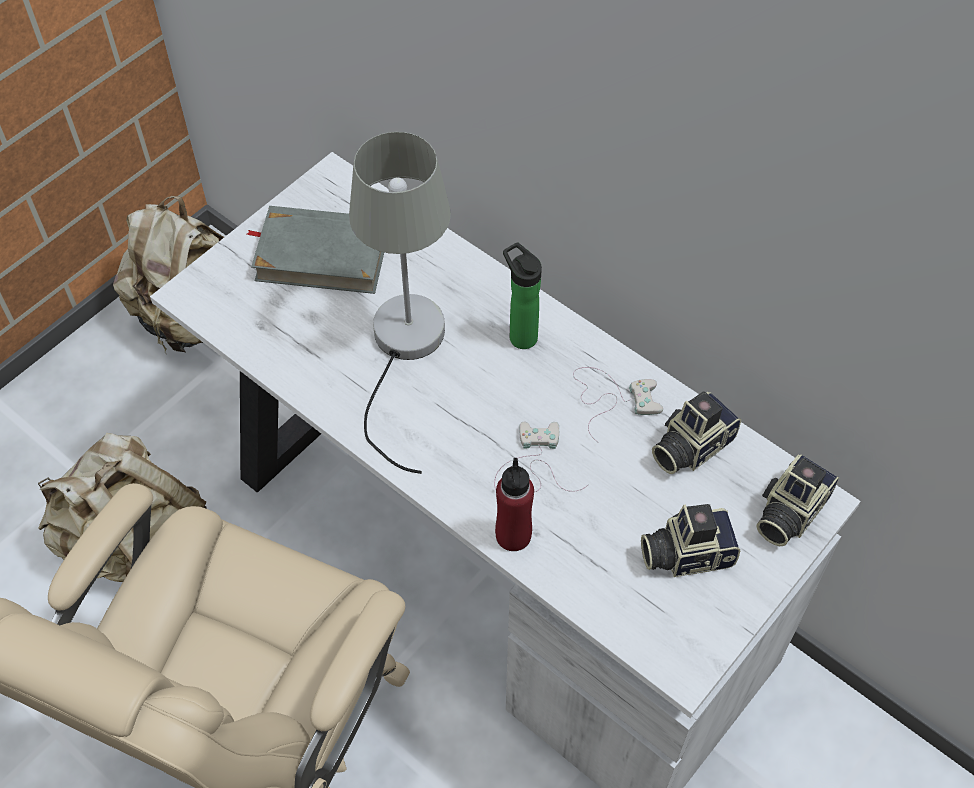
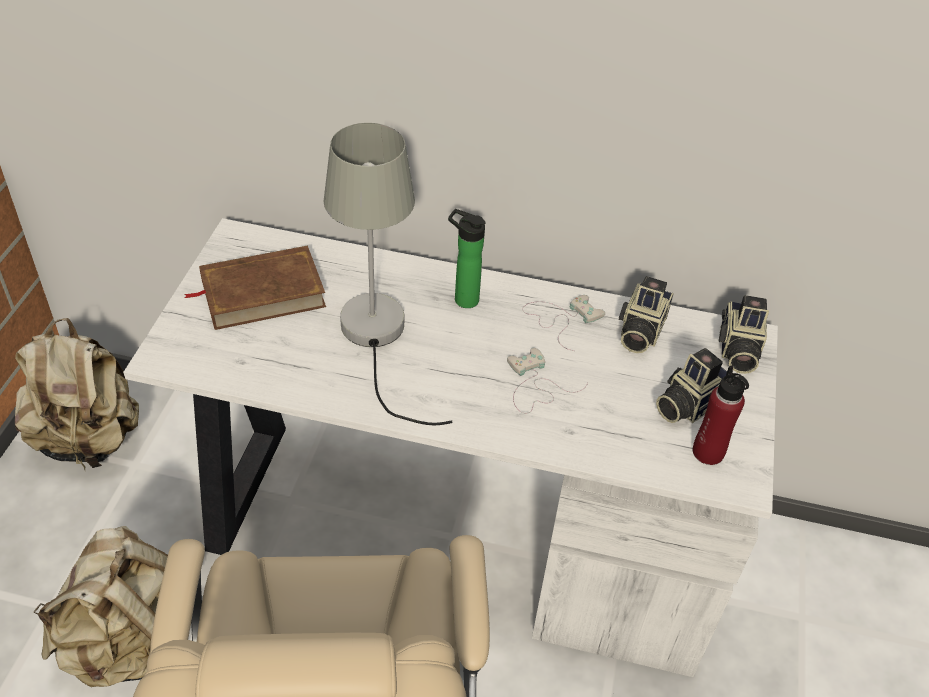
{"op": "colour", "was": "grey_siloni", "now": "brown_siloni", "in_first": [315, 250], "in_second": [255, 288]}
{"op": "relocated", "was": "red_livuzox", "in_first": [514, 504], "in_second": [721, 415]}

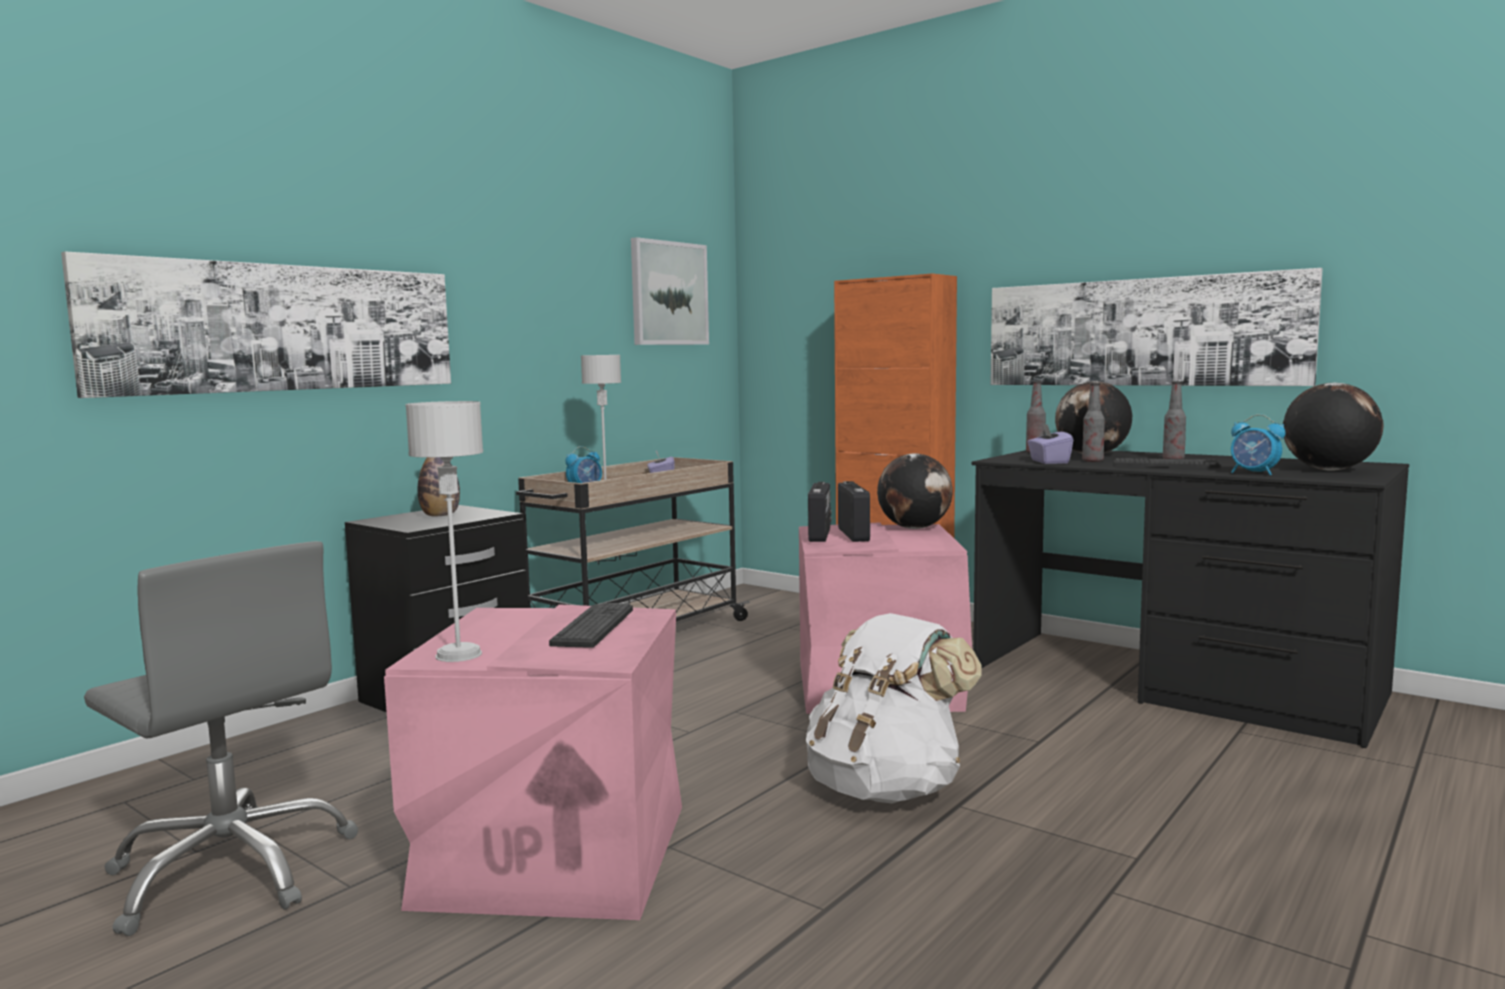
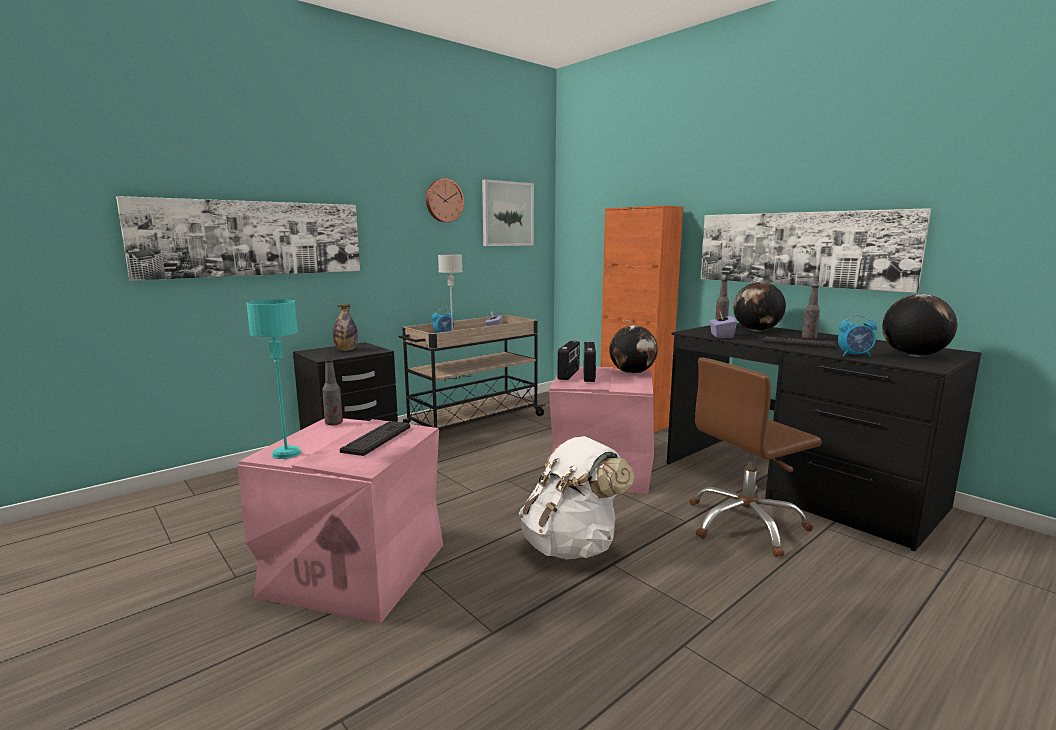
{"op": "colour", "was": "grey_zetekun", "now": "turquoise_zetekun", "in_first": [444, 531], "in_second": [273, 379]}
{"op": "relocated", "was": "livuzox", "in_first": [1093, 422], "in_second": [332, 392]}
{"op": "appeared", "now": "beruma", "in_second": [445, 200]}
{"op": "appeared", "now": "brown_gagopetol", "in_second": [755, 457]}
{"op": "spun", "was": "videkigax", "in_first": [1258, 444], "in_second": [857, 336], "clockwise": -45}
{"op": "missing", "was": "grey_gagopetol", "in_first": [221, 738]}

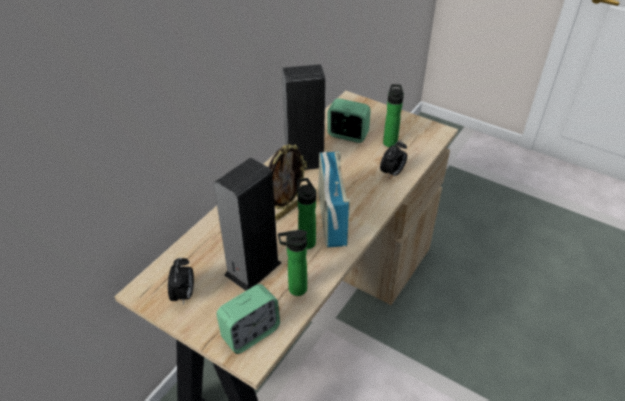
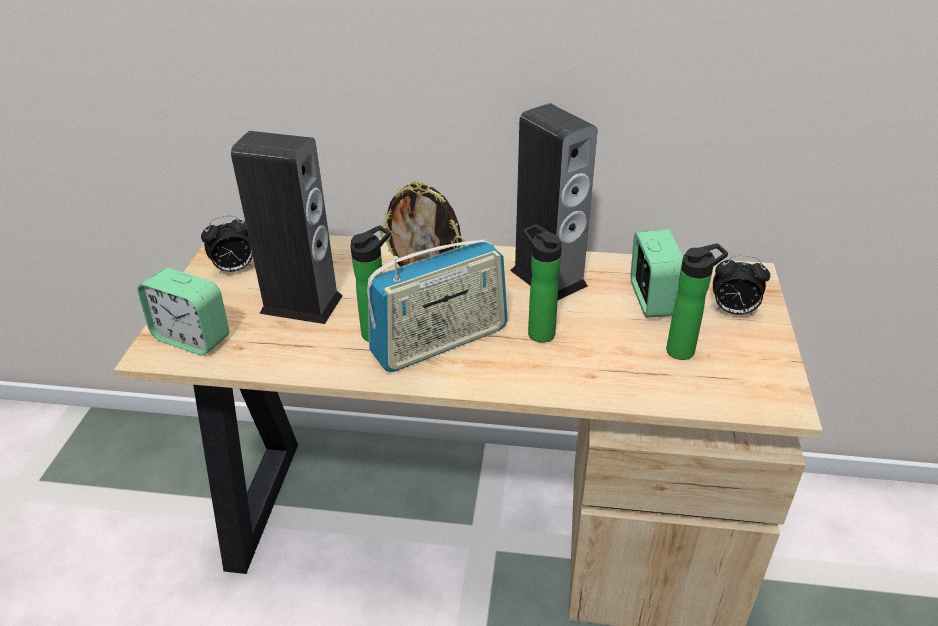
{"op": "relocated", "was": "livuzox", "in_first": [292, 263], "in_second": [542, 283]}
{"op": "relocated", "was": "videkigax", "in_first": [393, 159], "in_second": [741, 285]}

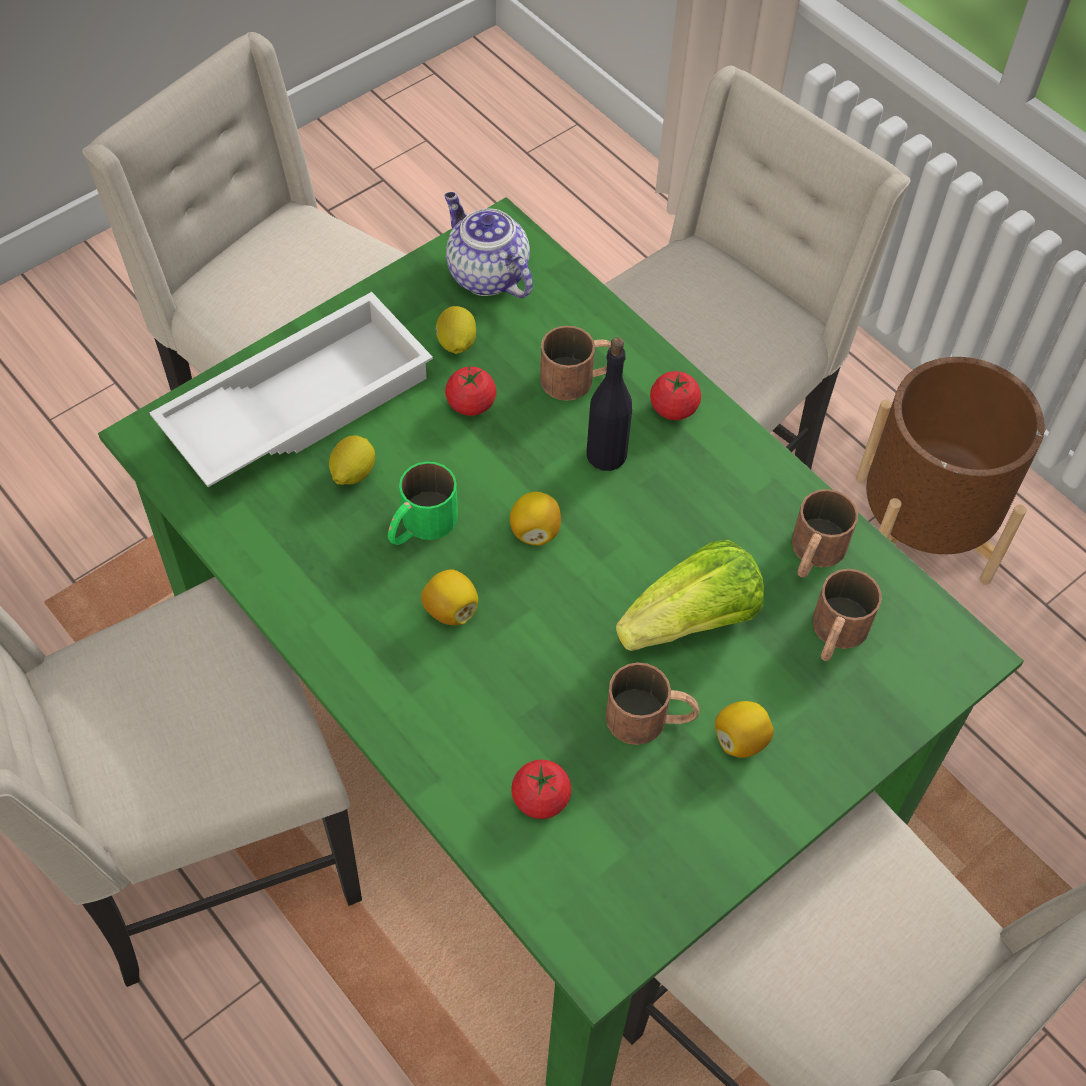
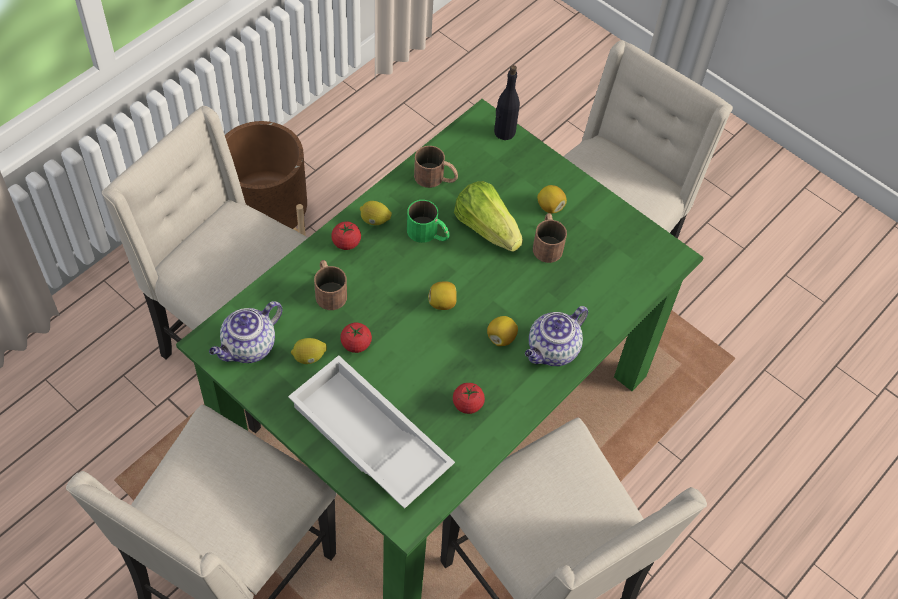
{"op": "relocated", "was": "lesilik", "in_first": [352, 460], "in_second": [376, 213]}
{"op": "relocated", "was": "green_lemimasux", "in_first": [423, 503], "in_second": [428, 221]}
{"op": "relocated", "was": "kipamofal", "in_first": [541, 789], "in_second": [469, 398]}
{"op": "relocated", "was": "black_livuzox", "in_first": [609, 404], "in_second": [507, 102]}
{"op": "appeared", "now": "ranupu", "in_second": [556, 336]}
{"op": "missing", "was": "brown_lemimasux", "in_first": [847, 615]}

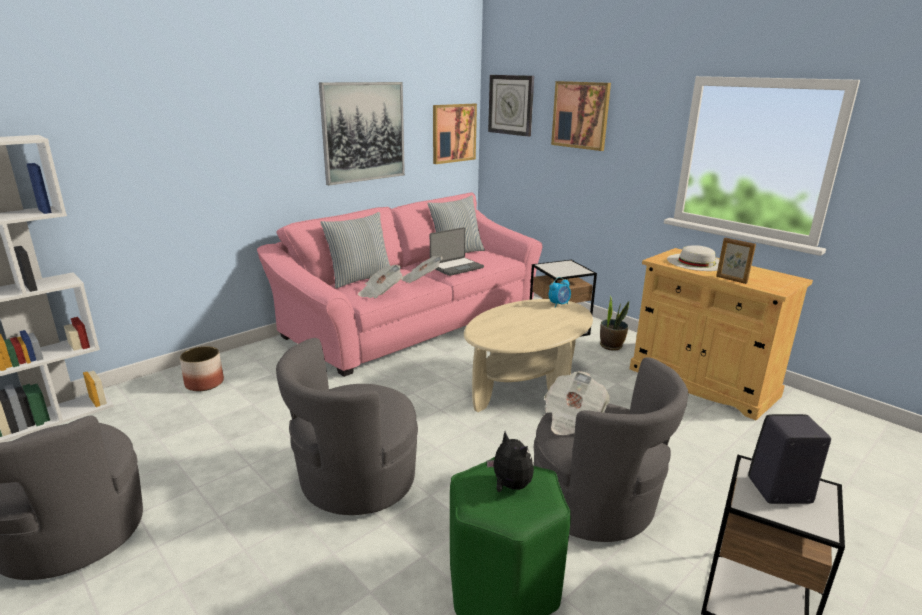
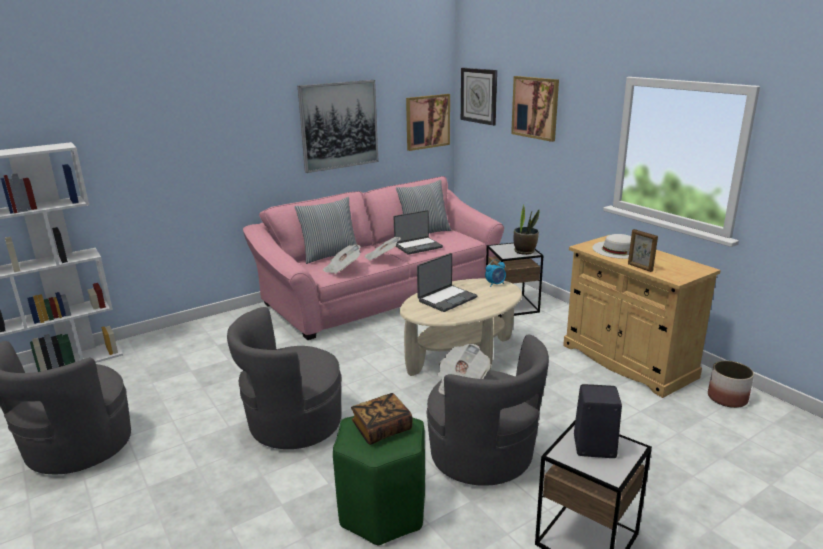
{"op": "exchanged", "was": "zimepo", "now": "siloni", "in_first": [510, 462], "in_second": [382, 419]}
{"op": "appeared", "now": "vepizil", "in_second": [447, 282]}
{"op": "relocated", "was": "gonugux", "in_first": [614, 323], "in_second": [527, 229]}
{"op": "relocated", "was": "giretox", "in_first": [202, 368], "in_second": [731, 384]}

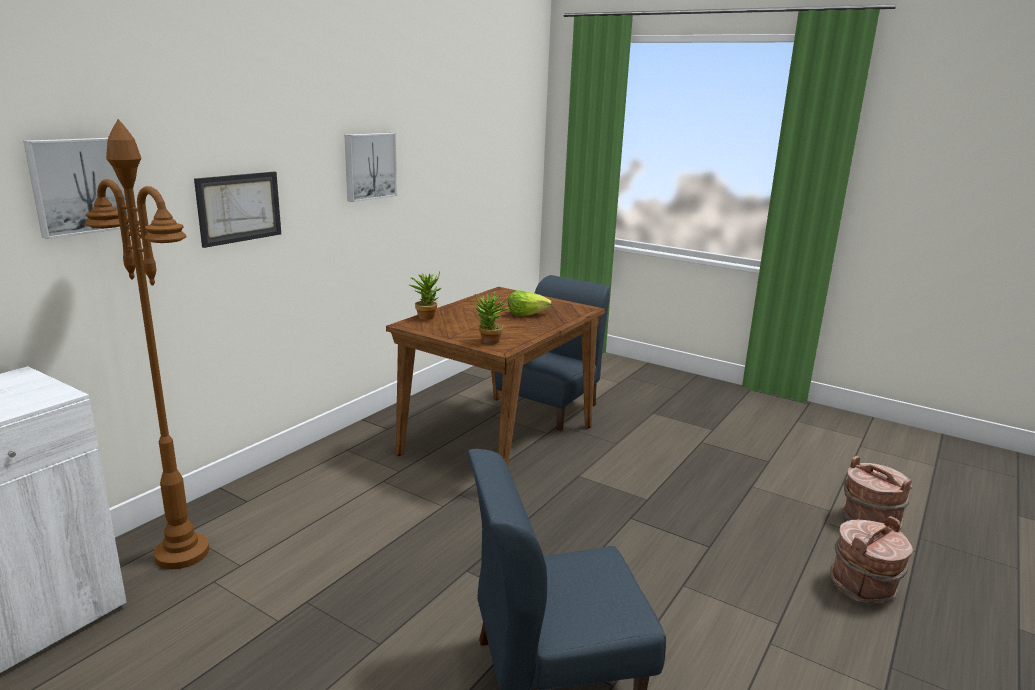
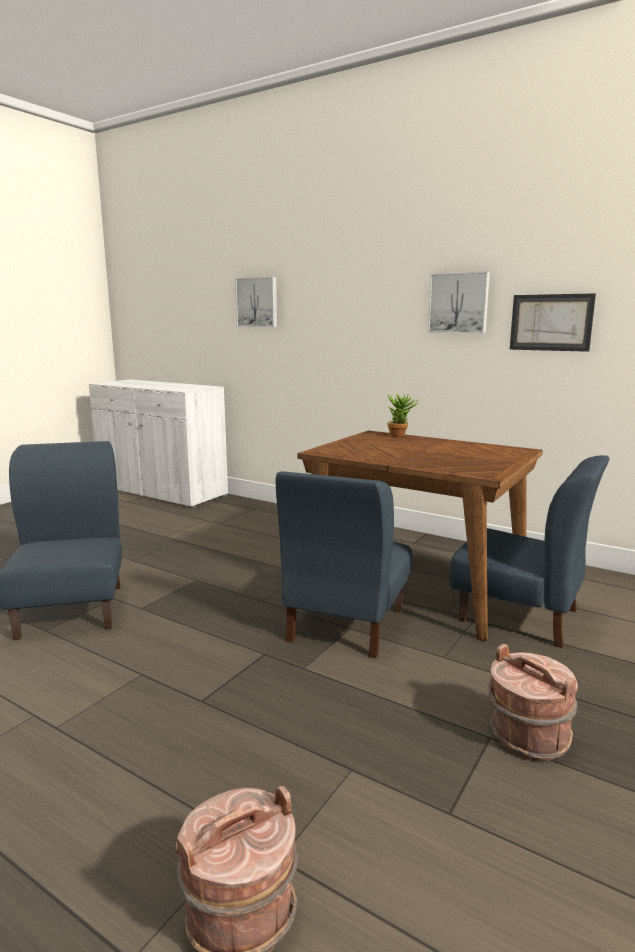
{"op": "appeared", "now": "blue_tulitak", "in_second": [344, 565]}
{"op": "relocated", "was": "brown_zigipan", "in_first": [871, 560], "in_second": [533, 702]}
{"op": "relocated", "was": "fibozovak", "in_first": [237, 209], "in_second": [553, 322]}
{"op": "missing", "was": "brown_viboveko", "in_first": [147, 344]}
{"op": "missing", "was": "gonugux", "in_first": [492, 318]}
{"op": "missing", "was": "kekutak", "in_first": [530, 303]}

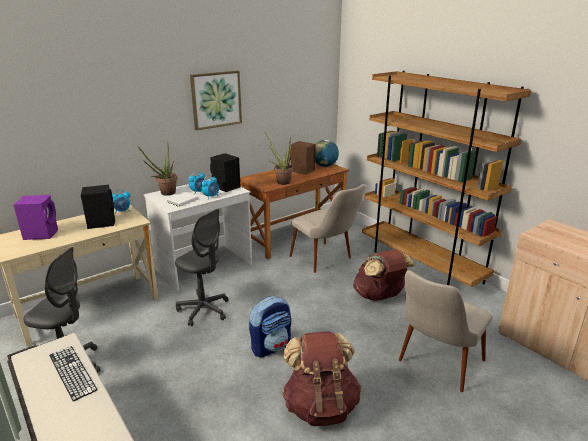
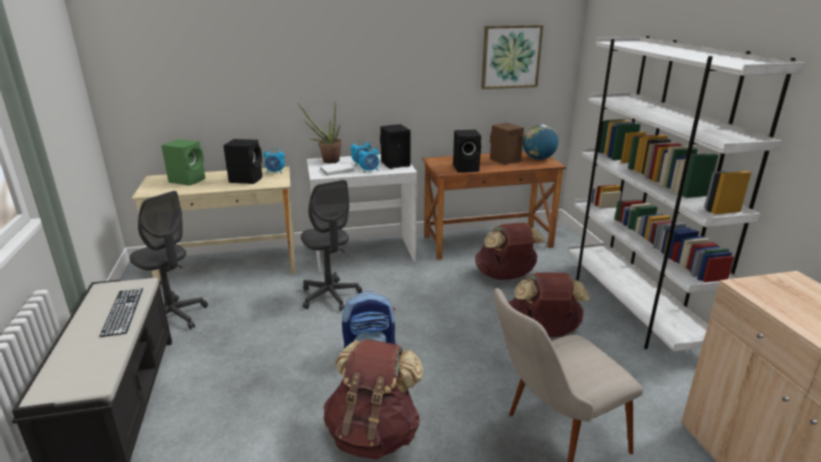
{"op": "colour", "was": "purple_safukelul", "now": "green_safukelul", "in_first": [36, 217], "in_second": [183, 162]}
{"op": "exchanged", "was": "gonugux", "now": "black_safukelul", "in_first": [278, 158], "in_second": [467, 151]}
{"op": "exchanged", "was": "beige_tulitak", "now": "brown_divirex", "in_first": [327, 228], "in_second": [510, 251]}
{"op": "relocated", "was": "fibozovak", "in_first": [216, 100], "in_second": [512, 57]}
{"op": "colour", "was": "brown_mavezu", "now": "white_mavezu", "in_first": [446, 179], "in_second": [686, 194]}

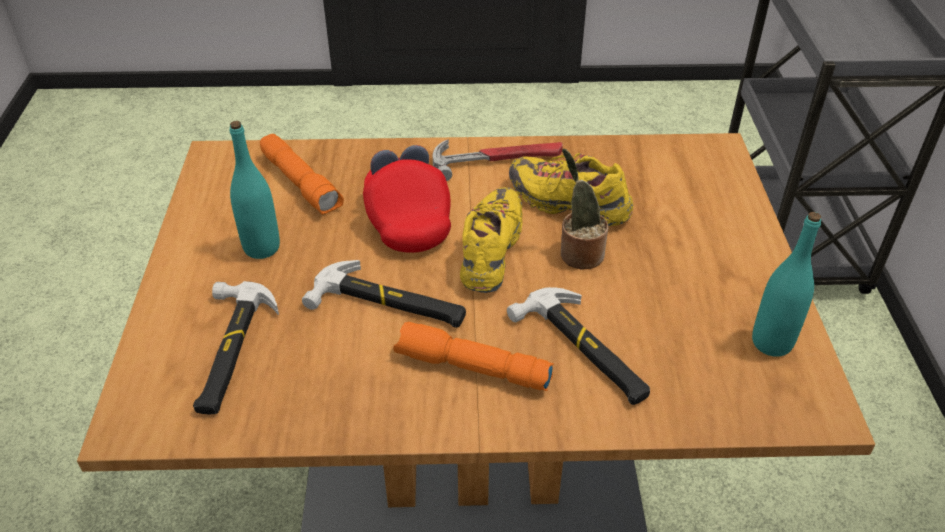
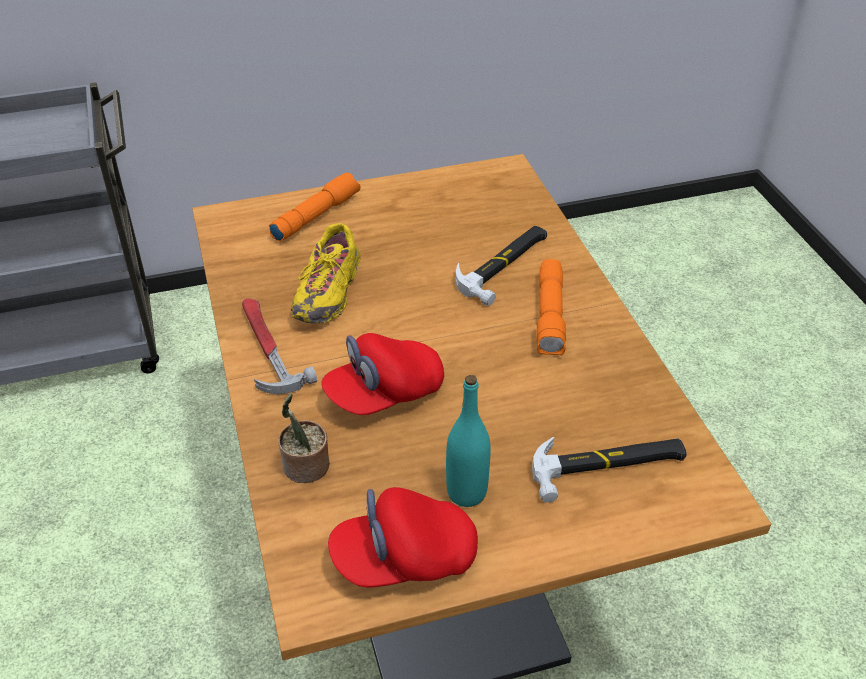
{"op": "relocated", "was": "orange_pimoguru", "in_first": [302, 174], "in_second": [315, 207]}
{"op": "relocated", "was": "gonugux", "in_first": [584, 209], "in_second": [304, 438]}
{"op": "appeared", "now": "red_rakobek", "in_second": [403, 537]}
{"op": "missing", "was": "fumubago", "in_first": [384, 294]}
{"op": "missing", "was": "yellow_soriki", "in_first": [491, 240]}
{"op": "missing", "was": "turquoise_livuzox", "in_first": [786, 284]}

